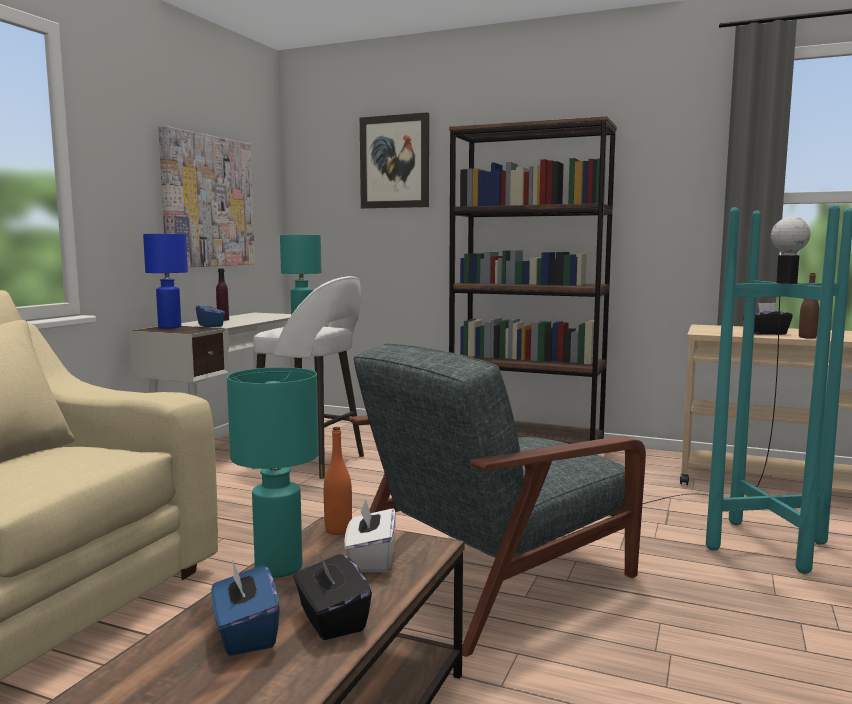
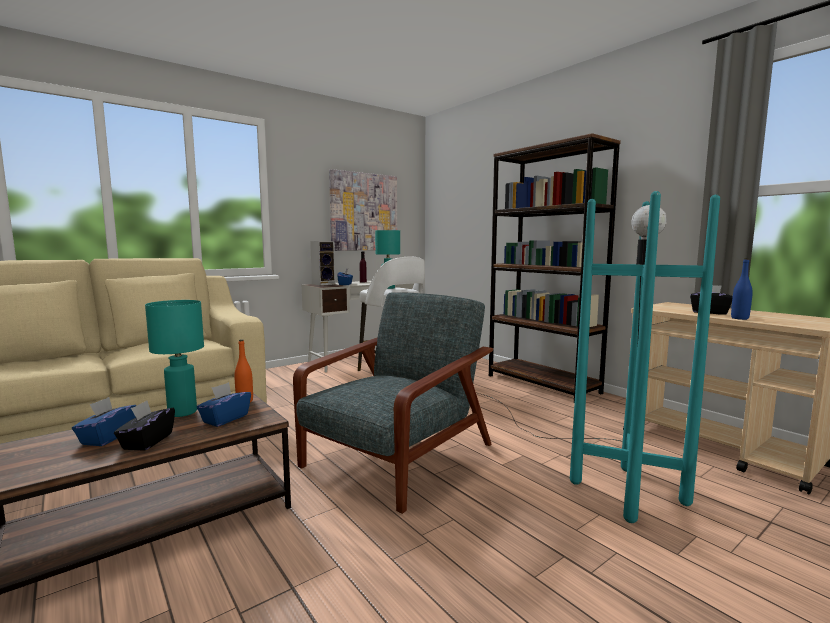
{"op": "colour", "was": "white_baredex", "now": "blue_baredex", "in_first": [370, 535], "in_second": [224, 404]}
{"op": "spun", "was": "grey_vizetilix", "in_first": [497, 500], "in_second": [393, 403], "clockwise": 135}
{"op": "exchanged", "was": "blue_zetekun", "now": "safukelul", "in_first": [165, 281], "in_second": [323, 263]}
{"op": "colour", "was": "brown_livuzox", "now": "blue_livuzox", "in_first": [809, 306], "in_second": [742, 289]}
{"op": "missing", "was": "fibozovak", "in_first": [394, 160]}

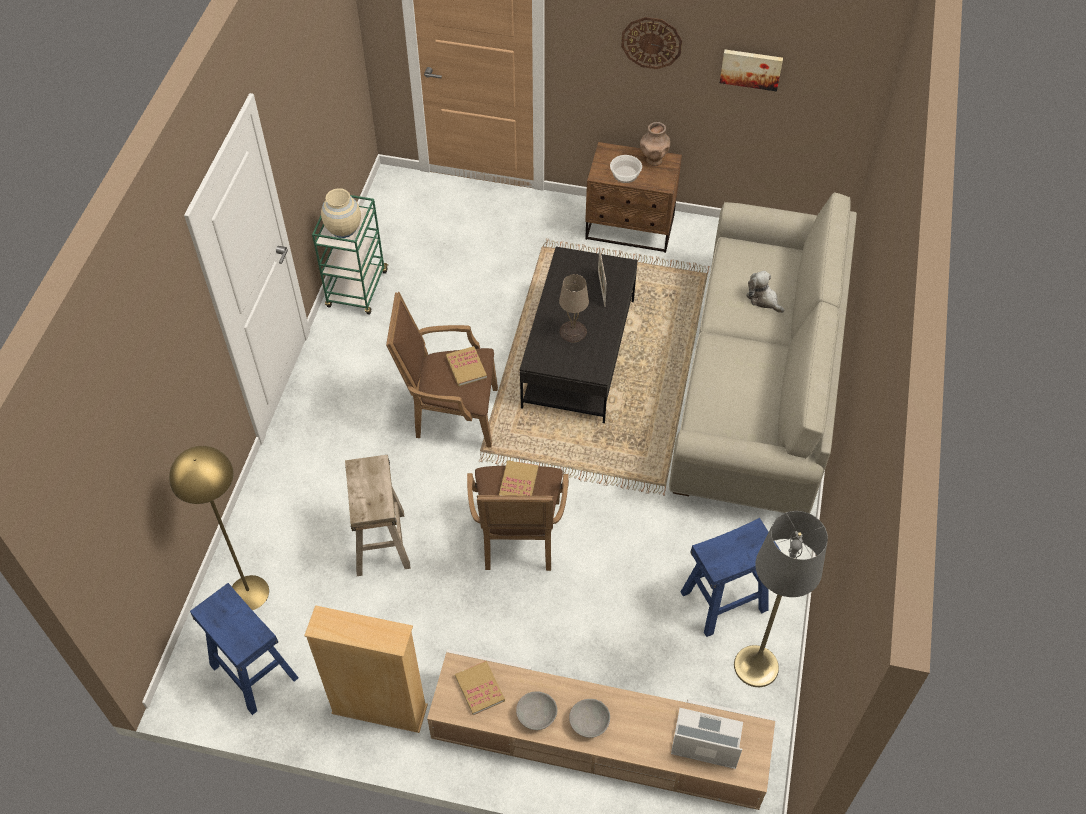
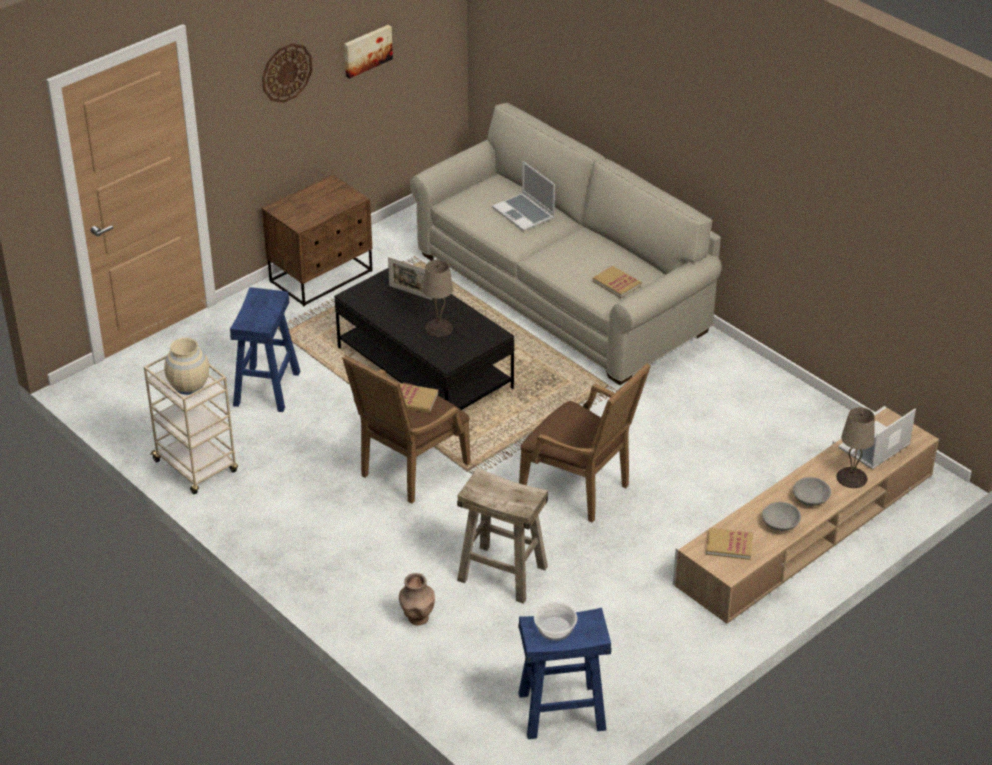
{"op": "colour", "was": "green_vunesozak", "now": "beige_vunesozak", "in_first": [350, 255], "in_second": [191, 424]}
{"op": "relocated", "was": "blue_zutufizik", "in_first": [731, 577], "in_second": [265, 349]}
{"op": "relocated", "was": "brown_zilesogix", "in_first": [655, 144], "in_second": [417, 599]}
{"op": "exchanged", "was": "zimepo", "now": "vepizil", "in_first": [765, 292], "in_second": [523, 196]}
{"op": "relocated", "was": "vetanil", "in_first": [626, 169], "in_second": [555, 621]}
{"op": "relocated", "was": "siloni", "in_first": [518, 478], "in_second": [617, 282]}
{"op": "appeared", "now": "beige_zetekun", "in_second": [855, 447]}
{"op": "missing", "was": "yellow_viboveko", "in_first": [219, 528]}
{"op": "missing", "was": "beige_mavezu", "in_first": [366, 669]}
{"op": "missing", "was": "grey_viboveko", "in_first": [781, 599]}

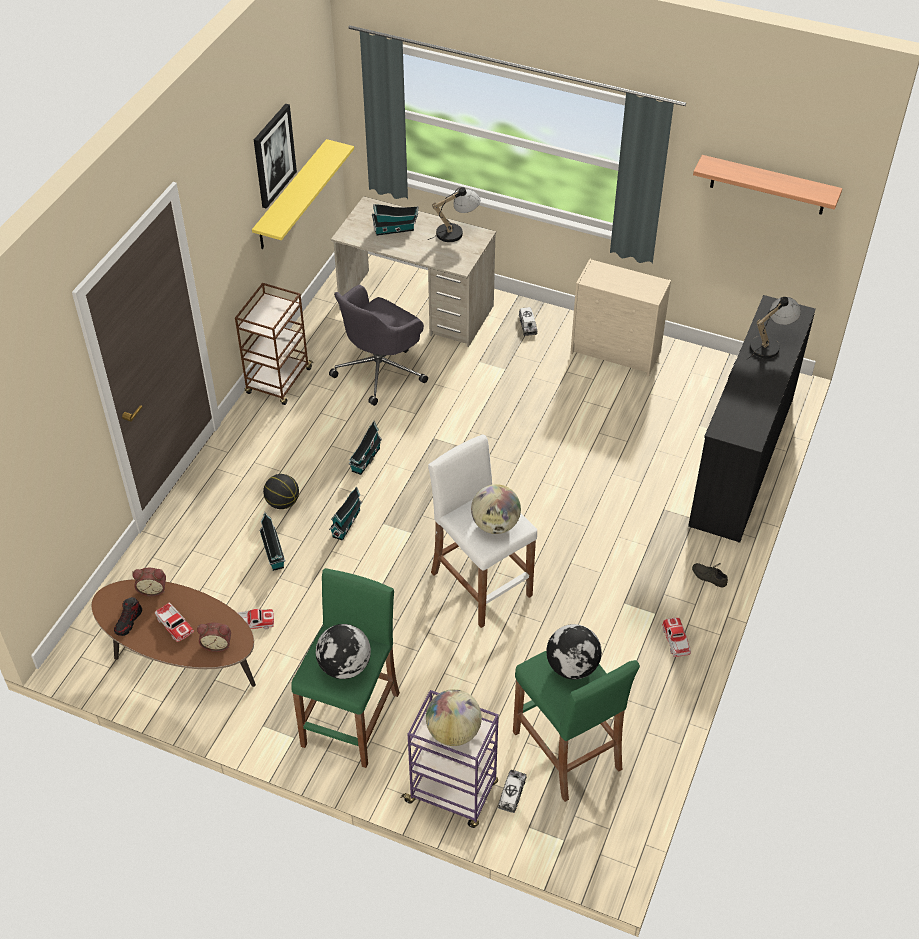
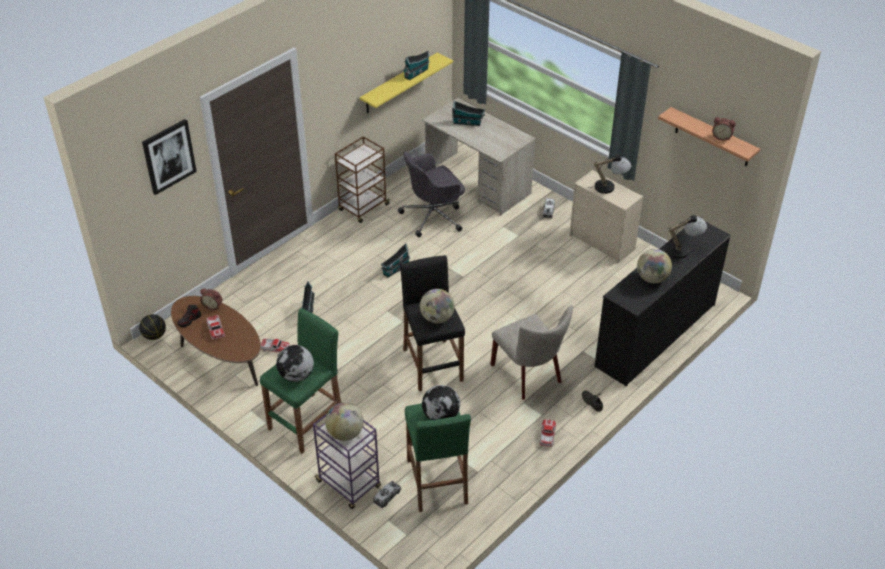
{"op": "relocated", "was": "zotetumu", "in_first": [281, 491], "in_second": [152, 327]}
{"op": "relocated", "was": "fibozovak", "in_first": [275, 156], "in_second": [169, 157]}
{"op": "colour", "was": "white_zutufizik", "now": "black_zutufizik", "in_first": [482, 531], "in_second": [432, 323]}
{"op": "relocated", "was": "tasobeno", "in_first": [345, 514], "in_second": [416, 65]}
{"op": "appeared", "now": "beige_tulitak", "in_second": [531, 352]}
{"op": "relocated", "was": "zetekun", "in_first": [454, 214], "in_second": [610, 174]}
{"op": "appeared", "now": "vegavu", "in_second": [654, 266]}
{"op": "relocated", "was": "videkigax", "in_first": [214, 637], "in_second": [724, 129]}

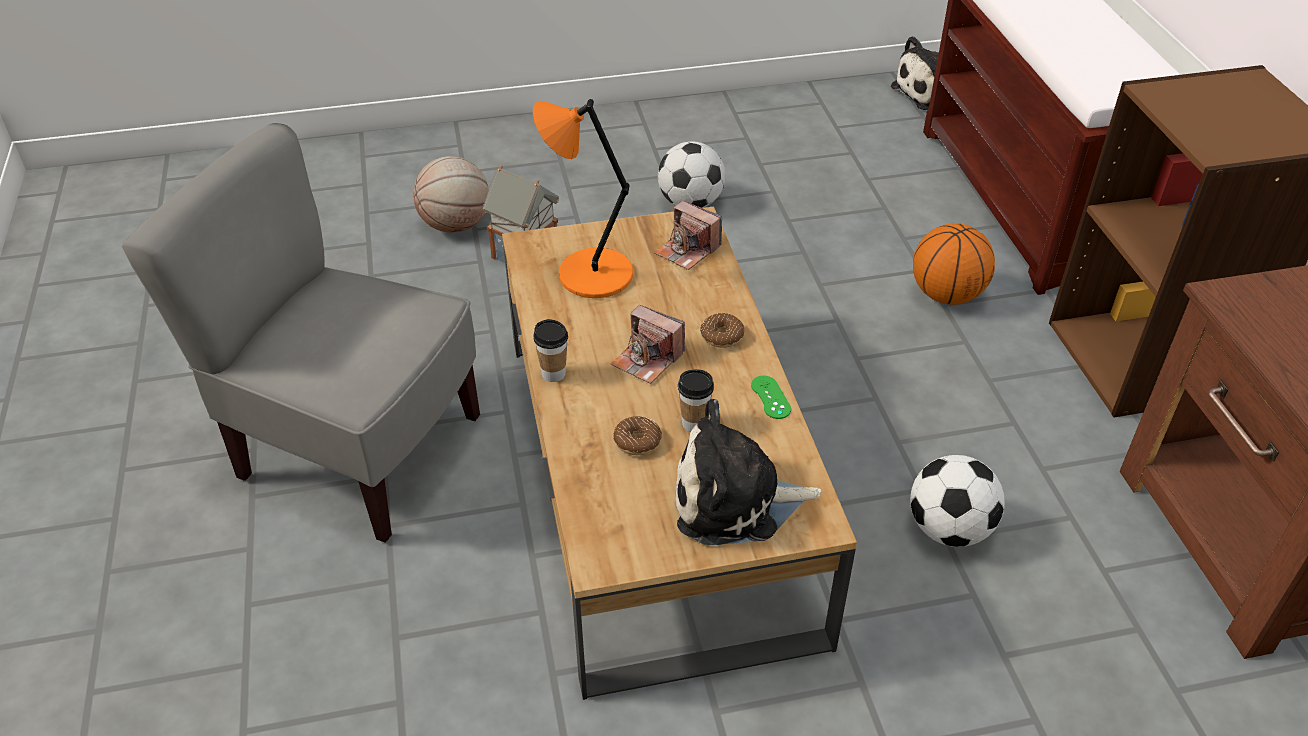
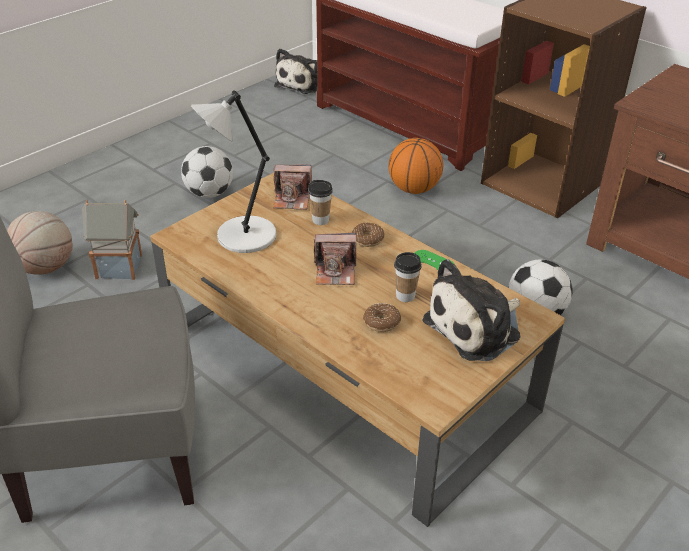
{"op": "colour", "was": "orange_zetekun", "now": "grey_zetekun", "in_first": [583, 198], "in_second": [233, 171]}
{"op": "relocated", "was": "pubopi", "in_first": [550, 350], "in_second": [320, 202]}

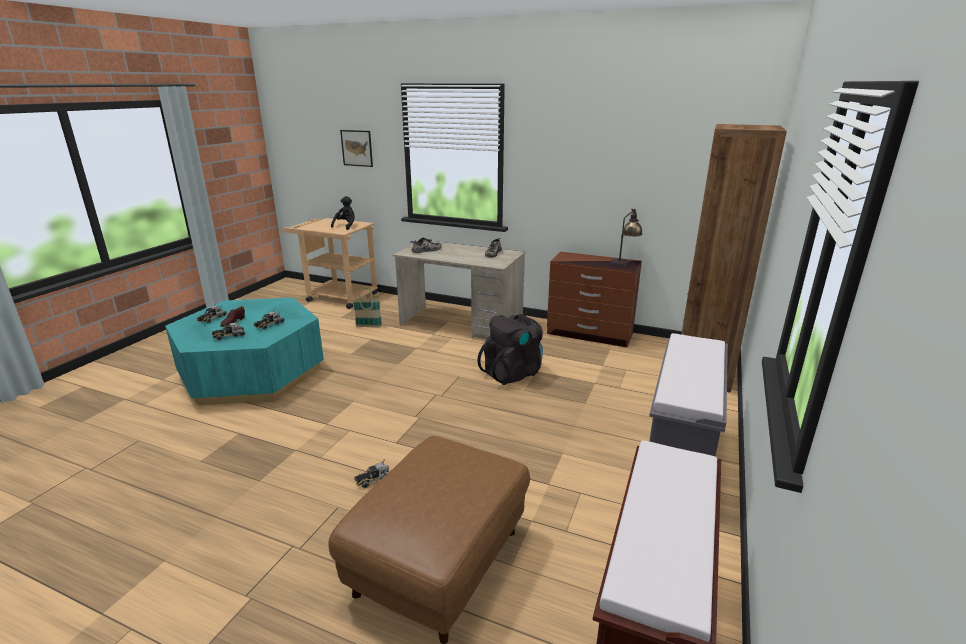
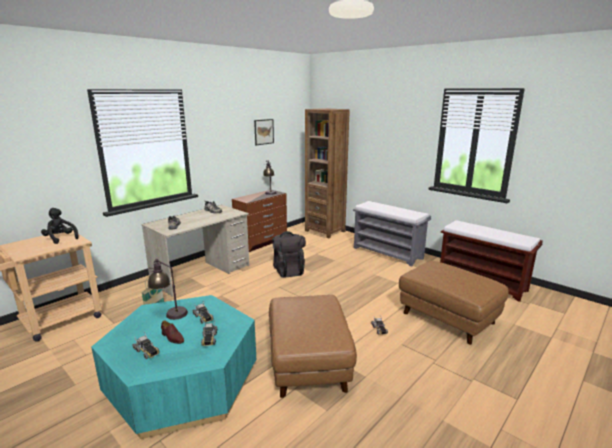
{"op": "appeared", "now": "zetekun", "in_second": [168, 289]}
{"op": "relocated", "was": "fibozovak", "in_first": [356, 148], "in_second": [264, 132]}
{"op": "appeared", "now": "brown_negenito", "in_second": [313, 346]}

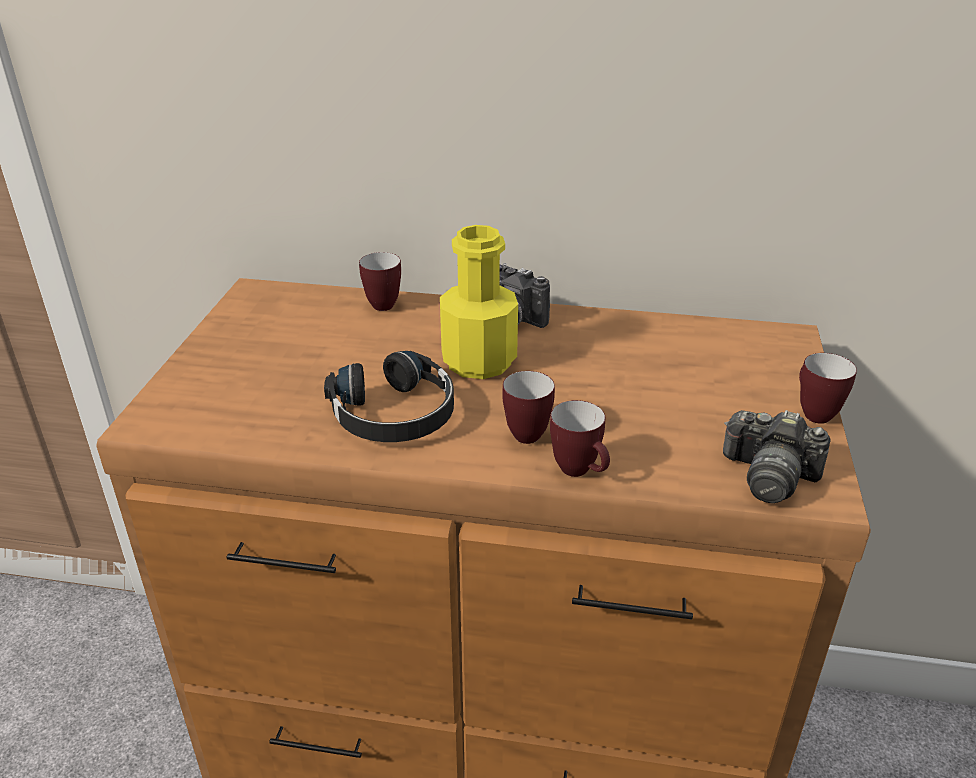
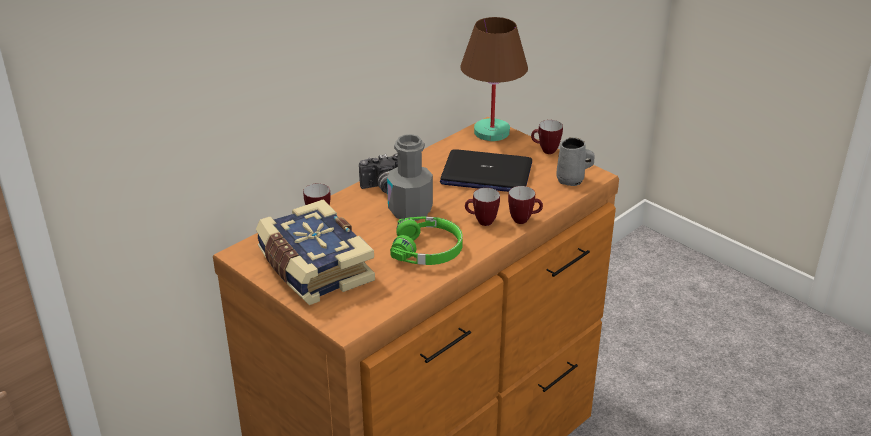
{"op": "appeared", "now": "siloni", "in_second": [315, 252]}
{"op": "colour", "was": "yellow_livuzox", "now": "grey_livuzox", "in_first": [479, 302], "in_second": [410, 177]}
{"op": "colour", "was": "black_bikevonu", "now": "green_bikevonu", "in_first": [389, 396], "in_second": [426, 241]}
{"op": "appeared", "now": "vepizil", "in_second": [486, 170]}
{"op": "appeared", "now": "brown_zetekun", "in_second": [494, 79]}
{"op": "exchanged", "was": "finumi", "now": "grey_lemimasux", "in_first": [777, 457], "in_second": [575, 161]}

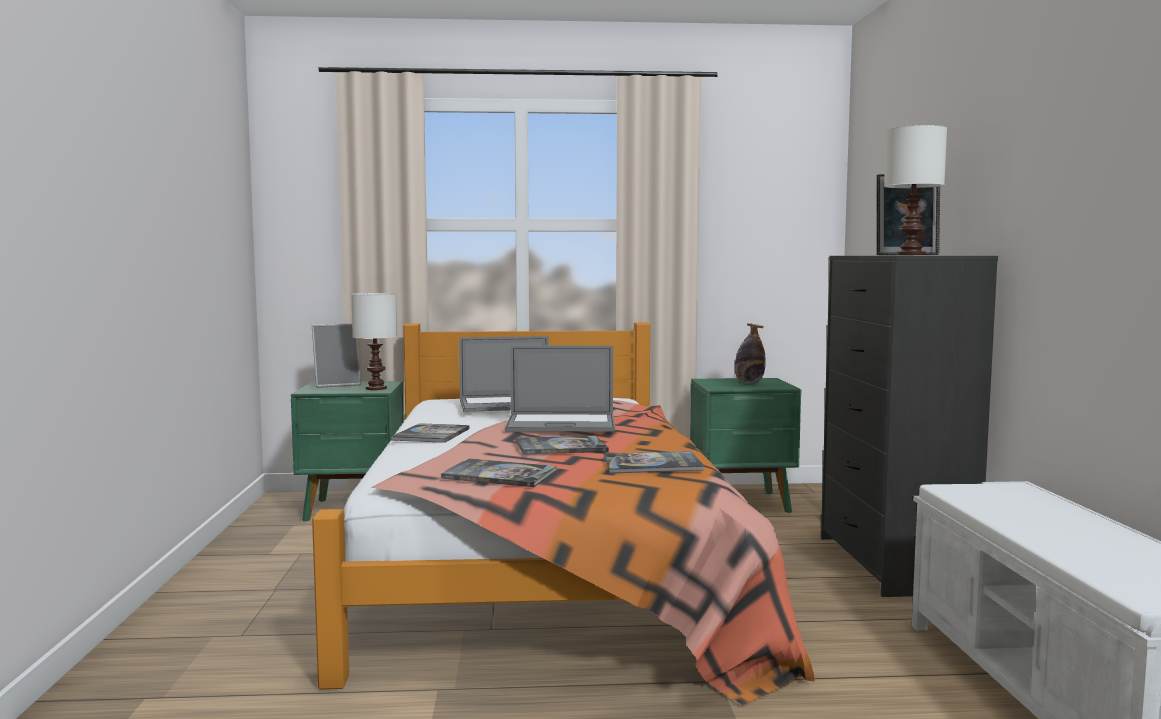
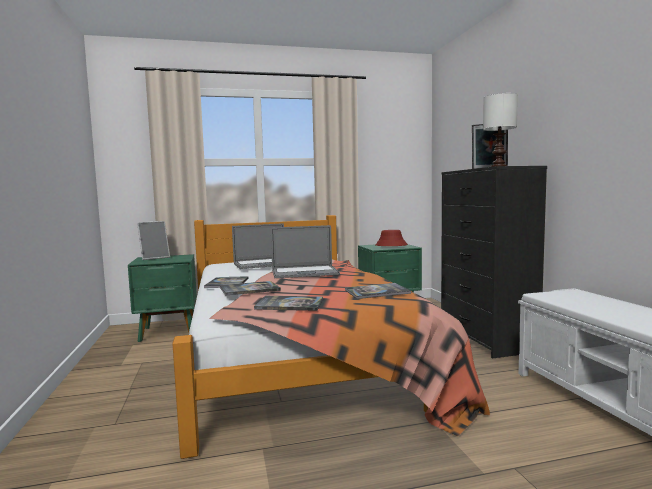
{"op": "relocated", "was": "siloni", "in_first": [562, 445], "in_second": [250, 288]}
{"op": "exchanged", "was": "livuzox", "now": "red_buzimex", "in_first": [750, 353], "in_second": [392, 238]}
{"op": "missing", "was": "white_zetekun", "in_first": [374, 341]}

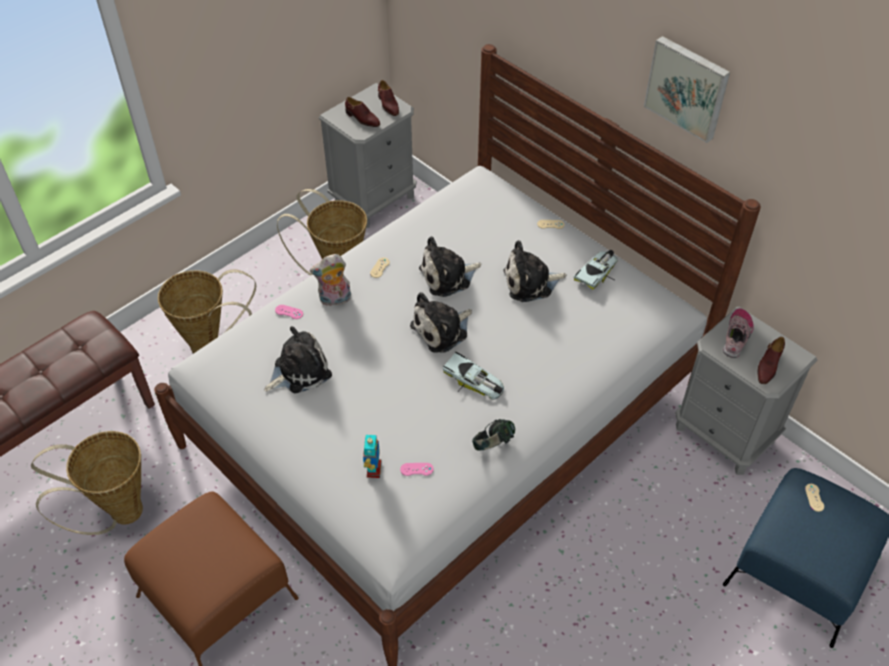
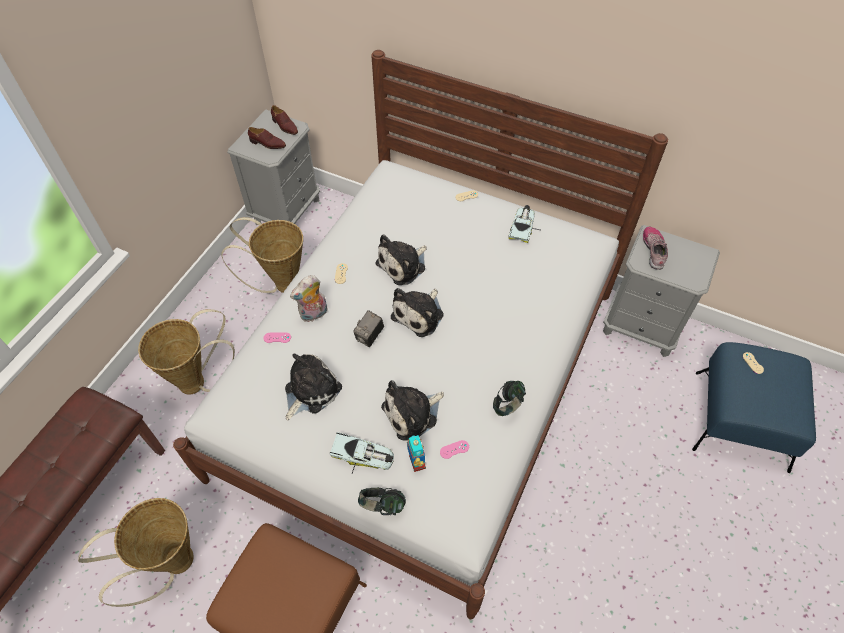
{"op": "relocated", "was": "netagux", "in_first": [473, 376], "in_second": [362, 453]}
{"op": "appeared", "now": "finumi", "in_second": [368, 328]}
{"op": "appeared", "now": "bikevonu", "in_second": [382, 501]}
{"op": "relocated", "was": "zimepo", "in_first": [535, 271], "in_second": [412, 410]}
{"op": "missing", "was": "fibozovak", "in_first": [687, 89]}
{"op": "missing", "was": "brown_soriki", "in_first": [771, 360]}

